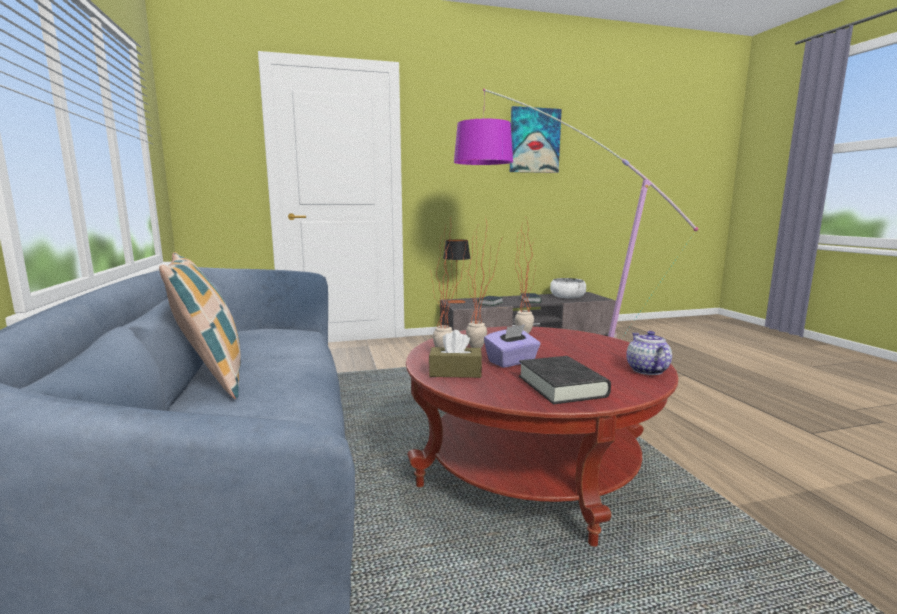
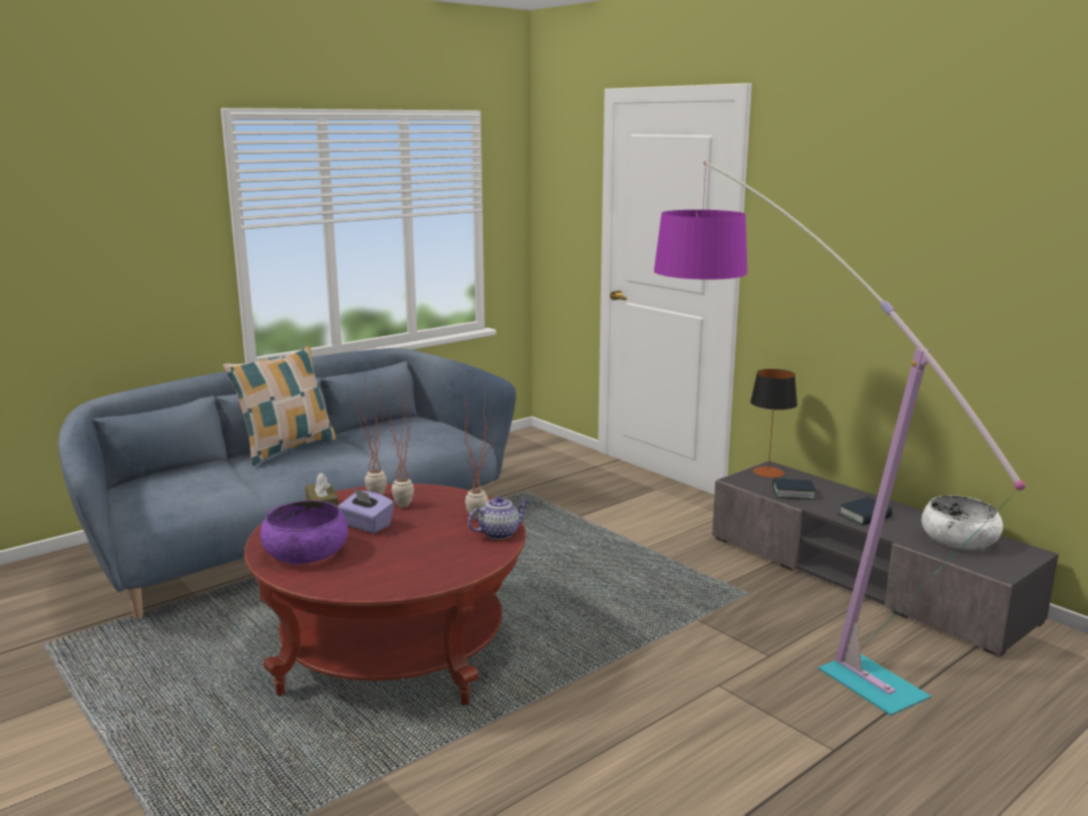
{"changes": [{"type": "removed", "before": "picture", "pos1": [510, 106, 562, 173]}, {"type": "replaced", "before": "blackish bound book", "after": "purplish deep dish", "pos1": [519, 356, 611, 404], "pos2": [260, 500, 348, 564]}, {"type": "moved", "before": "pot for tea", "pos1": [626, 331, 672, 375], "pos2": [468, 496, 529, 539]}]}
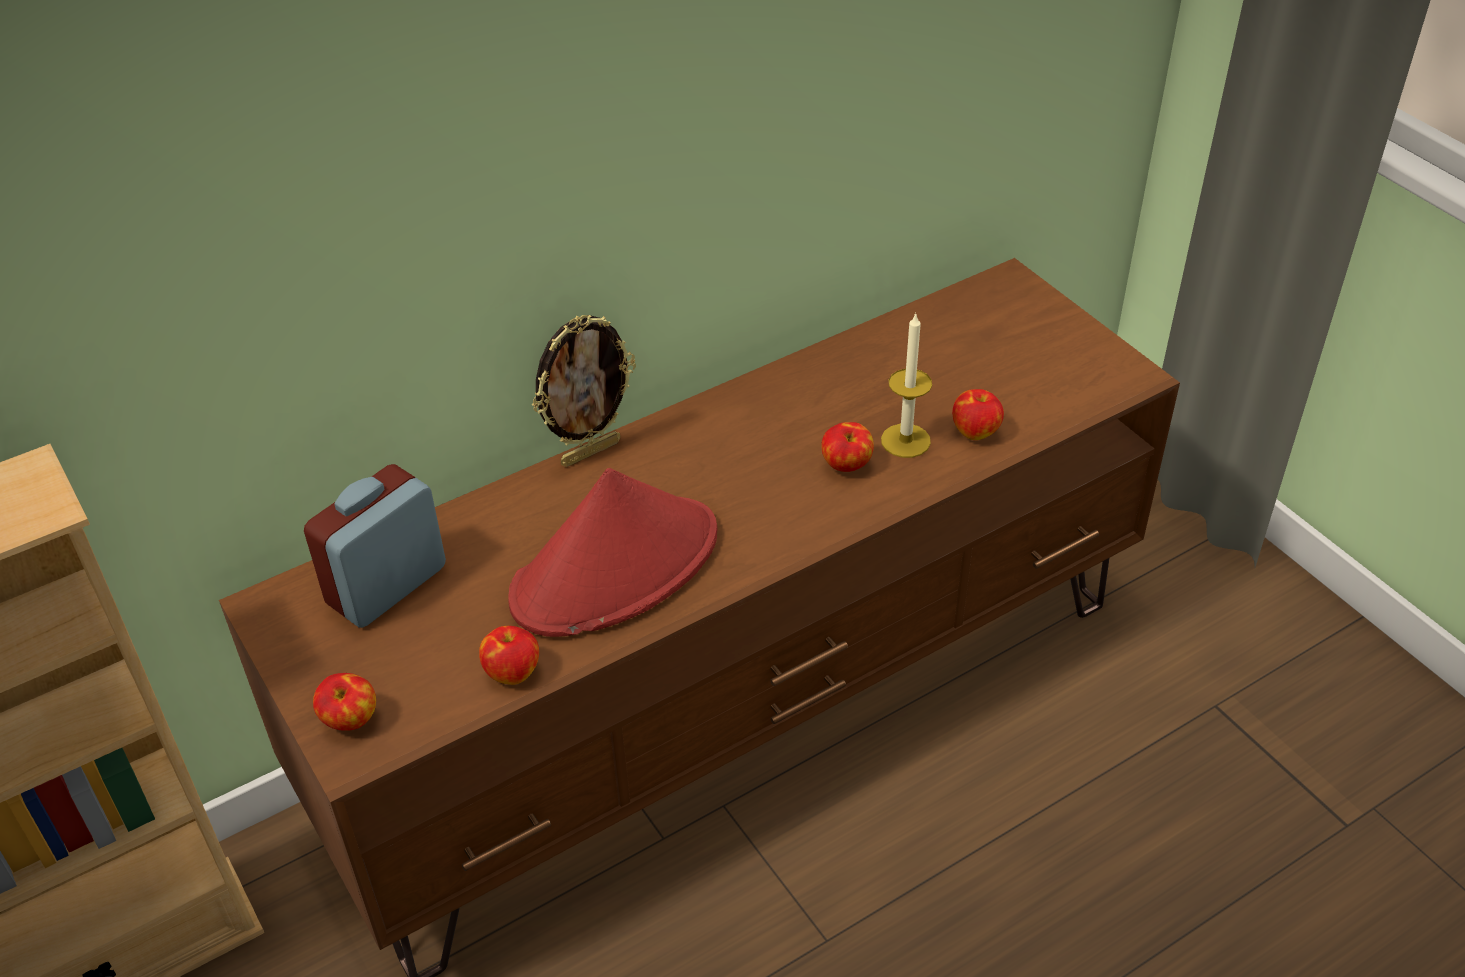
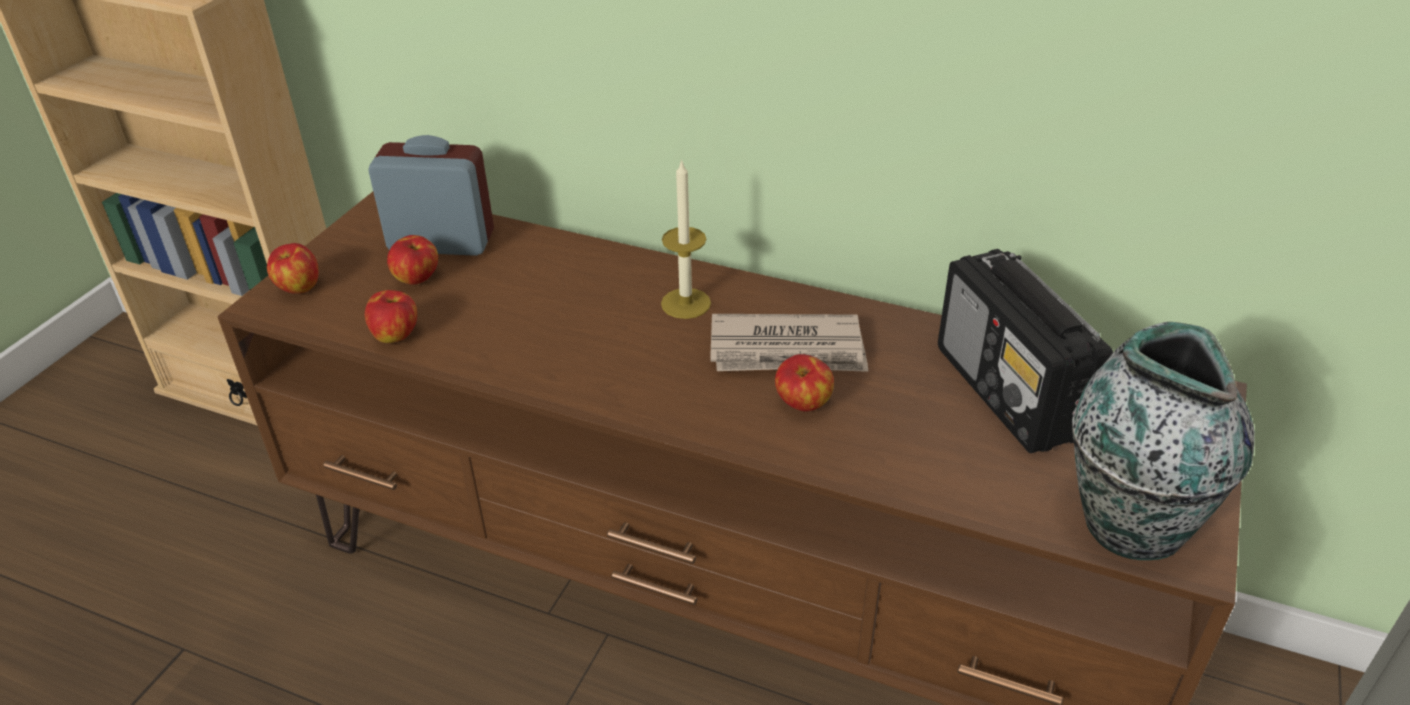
{"changes": [{"type": "removed", "before": "reddish wearable hat", "pos1": [508, 468, 717, 637]}, {"type": "removed", "before": "photo frame", "pos1": [532, 315, 636, 467]}, {"type": "moved", "before": "candle", "pos1": [881, 312, 932, 458], "pos2": [661, 159, 711, 319]}, {"type": "moved", "before": "apple", "pos1": [952, 389, 1004, 440], "pos2": [387, 235, 438, 285]}, {"type": "added", "after": "daily paper", "pos2": [710, 314, 868, 372]}, {"type": "added", "after": "radio", "pos2": [938, 249, 1113, 453]}, {"type": "added", "after": "flower vase", "pos2": [1072, 322, 1255, 560]}]}
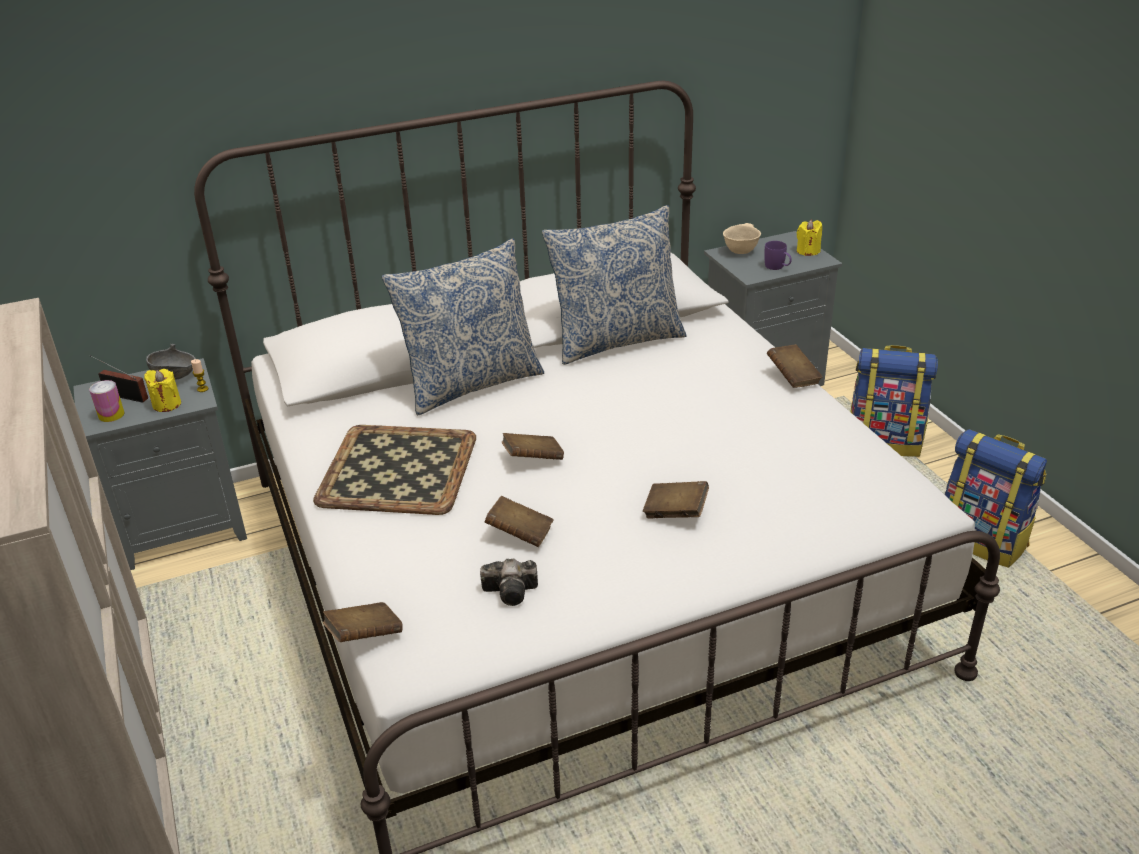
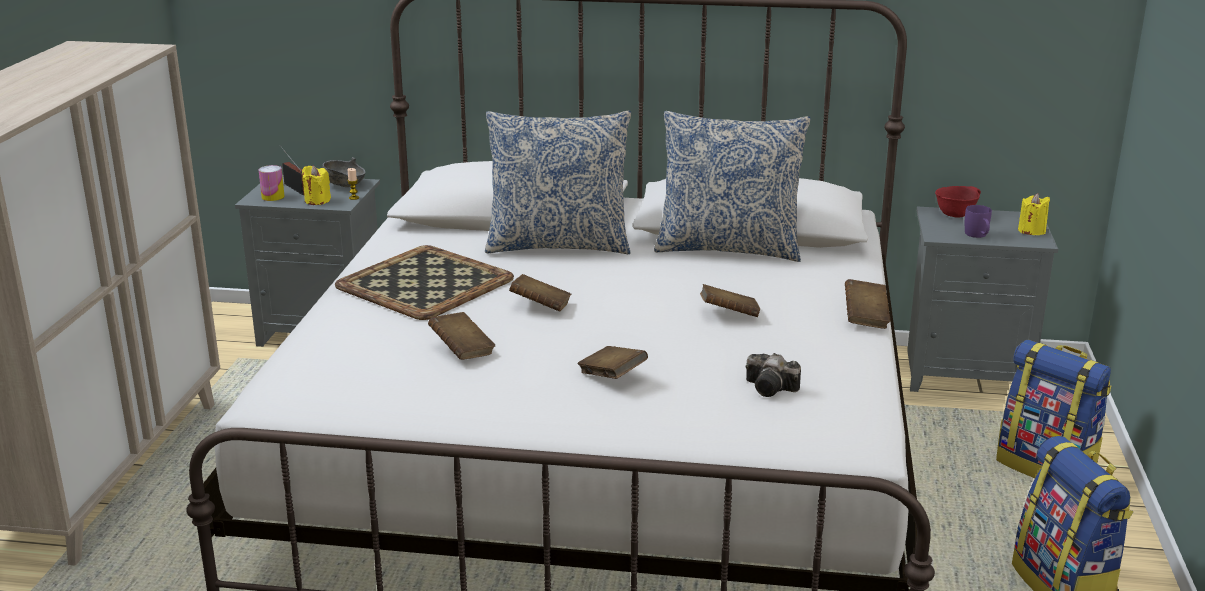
{"changes": [{"type": "moved", "before": "brown bound book", "pos1": [323, 602, 403, 642], "pos2": [700, 284, 760, 317]}, {"type": "moved", "before": "still camera", "pos1": [480, 558, 538, 606], "pos2": [746, 353, 801, 397]}, {"type": "recoloured", "before": "sand-coloured deep dish", "after": "reddish deep dish", "pos1": [723, 223, 761, 254], "pos2": [935, 186, 981, 218]}]}
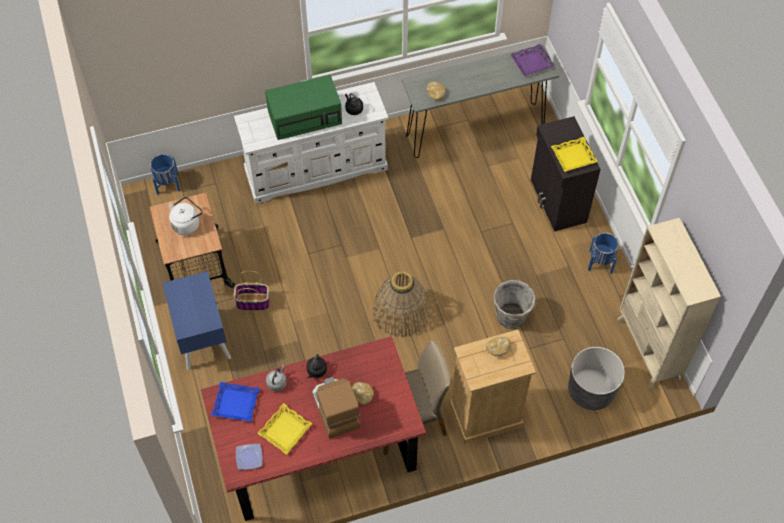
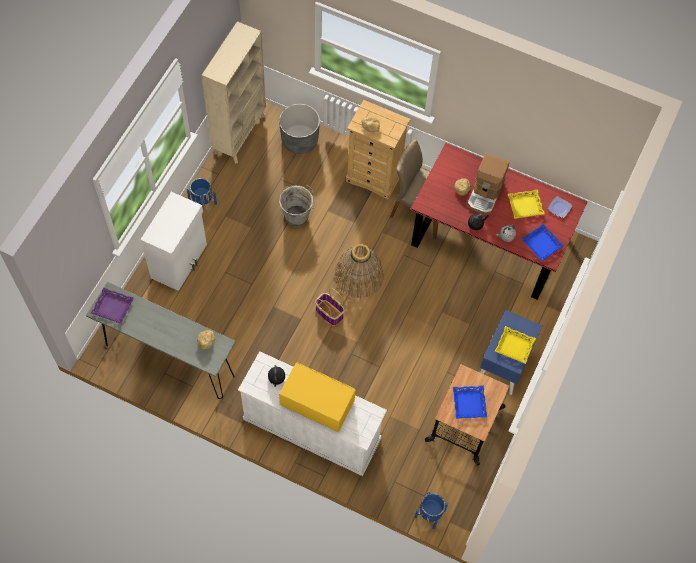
{"changes": [{"type": "replaced", "before": "white-coloured kettle", "after": "blue-coloured tray", "pos1": [169, 197, 203, 235], "pos2": [453, 385, 487, 419]}, {"type": "moved", "before": "storage basket", "pos1": [233, 271, 270, 311], "pos2": [315, 288, 345, 326]}, {"type": "recoloured", "before": "green microwave", "after": "yellow microwave", "pos1": [265, 75, 342, 140], "pos2": [279, 362, 356, 432]}, {"type": "recoloured", "before": "blackish storage cabinet", "after": "white-coloured storage cabinet", "pos1": [531, 116, 601, 232], "pos2": [140, 192, 207, 291]}, {"type": "moved", "before": "yellow tray", "pos1": [551, 137, 598, 172], "pos2": [495, 326, 536, 364]}]}
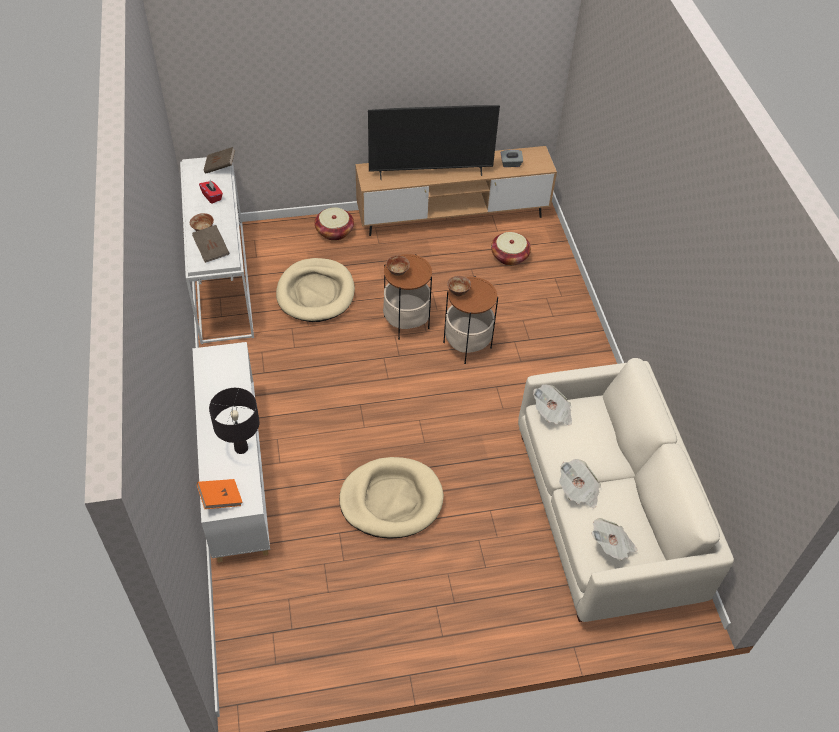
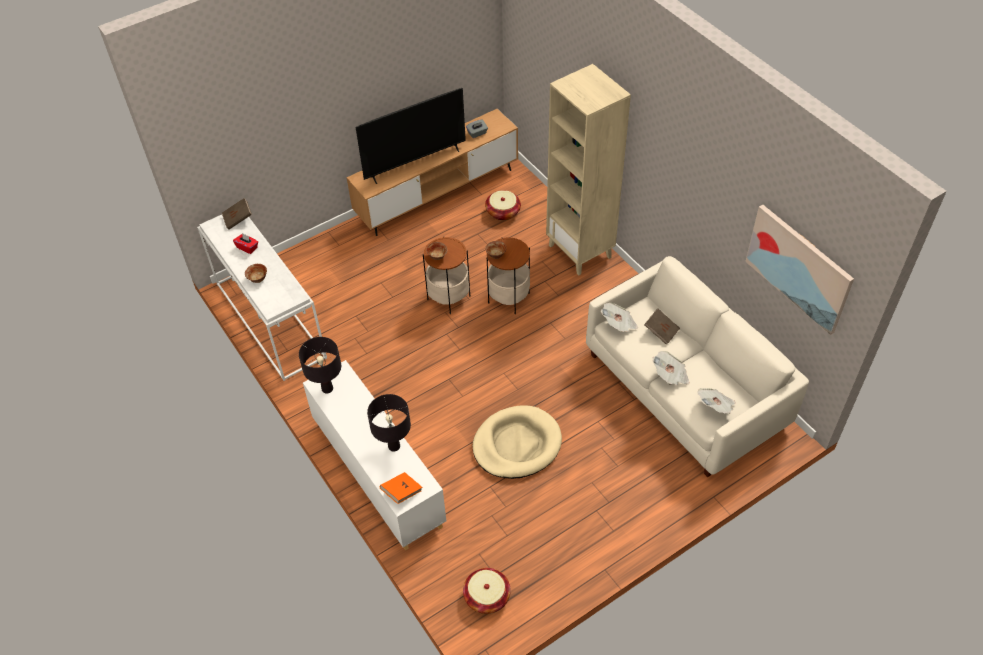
{"changes": [{"type": "moved", "before": "brown bound book", "pos1": [192, 225, 230, 263], "pos2": [644, 309, 680, 345]}, {"type": "removed", "before": "sand-coloured dog cushion", "pos1": [276, 258, 355, 322]}, {"type": "moved", "before": "storage basket", "pos1": [315, 207, 354, 241], "pos2": [463, 568, 511, 614]}, {"type": "added", "after": "blackish tabletop lamp", "pos2": [299, 337, 341, 394]}, {"type": "added", "after": "sand-coloured bookshelf", "pos2": [546, 64, 631, 275]}, {"type": "added", "after": "picture", "pos2": [745, 205, 854, 335]}]}
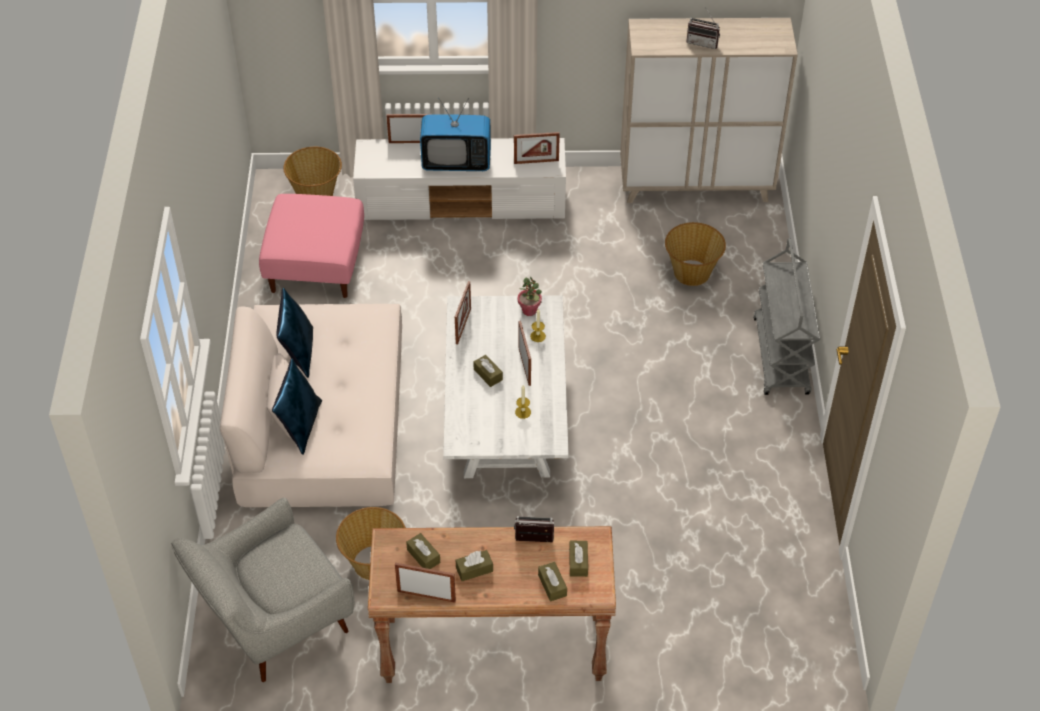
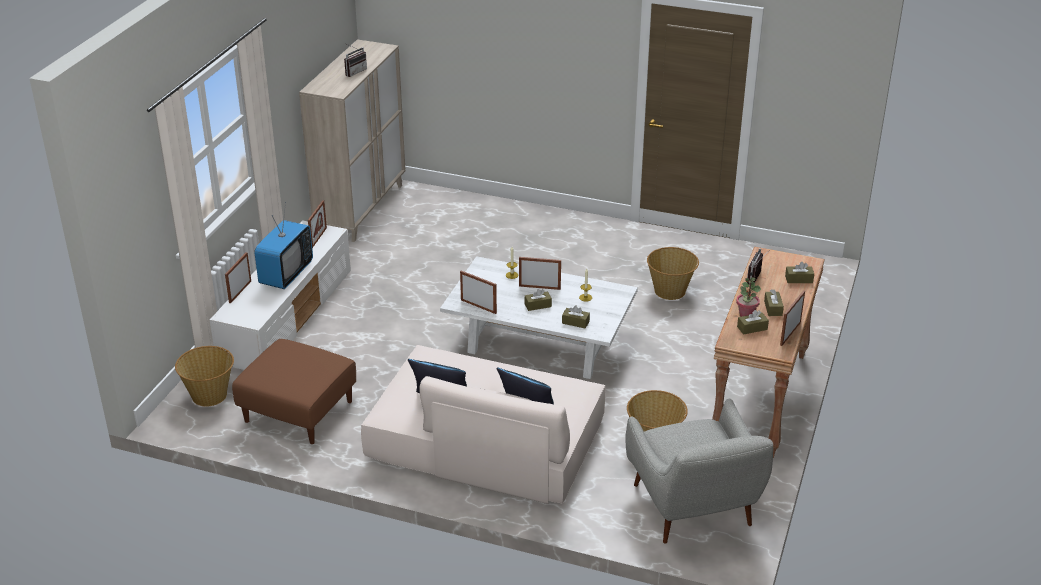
{"changes": [{"type": "recoloured", "before": "pink ottoman", "after": "brown ottoman", "pos1": [259, 194, 364, 298], "pos2": [232, 339, 356, 444]}, {"type": "moved", "before": "houseplant", "pos1": [518, 277, 542, 316], "pos2": [736, 277, 761, 317]}, {"type": "moved", "before": "brown tissue box", "pos1": [569, 541, 588, 577], "pos2": [562, 306, 590, 328]}, {"type": "moved", "before": "storage basket", "pos1": [665, 222, 726, 286], "pos2": [647, 247, 699, 300]}, {"type": "removed", "before": "gray cart", "pos1": [753, 238, 820, 395]}]}
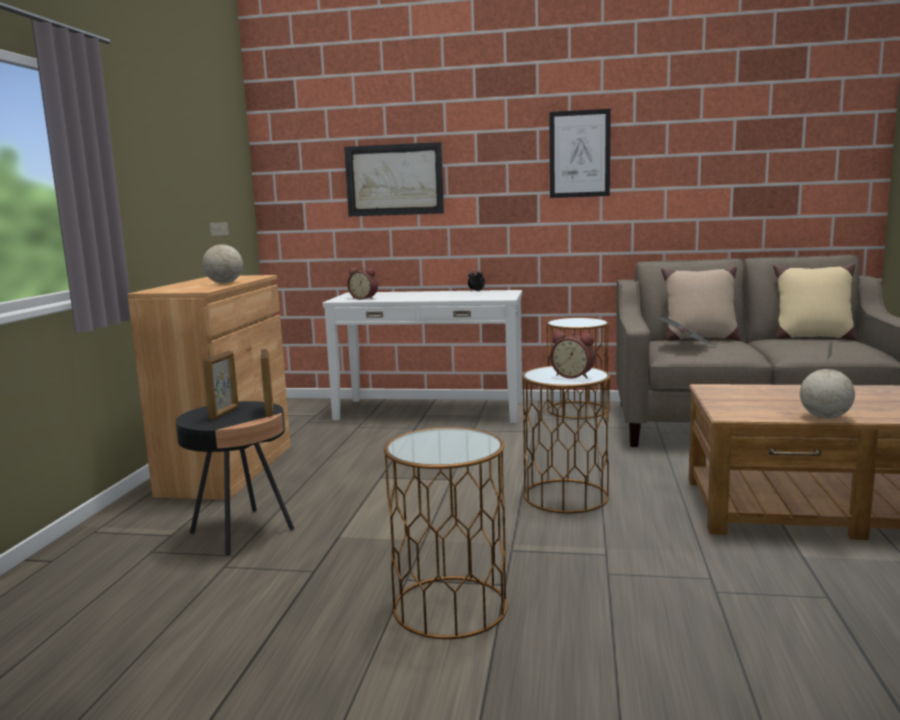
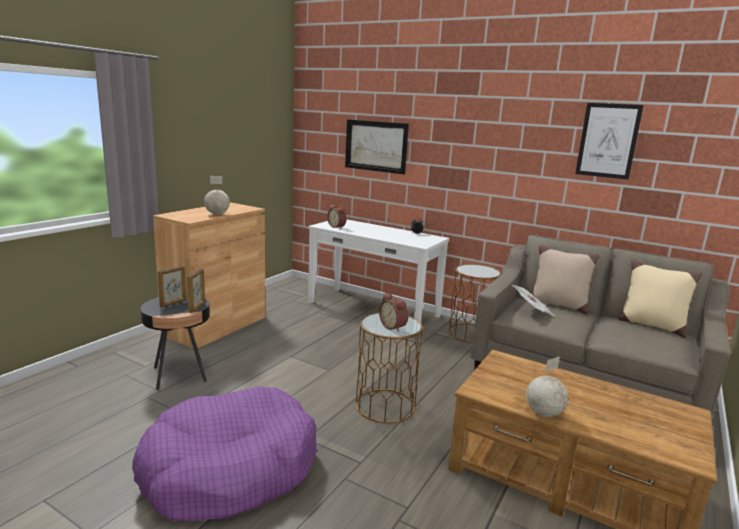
{"changes": [{"type": "replaced", "before": "brown accent table", "after": "purplish dog cushion", "pos1": [384, 427, 508, 639], "pos2": [132, 386, 317, 521]}, {"type": "moved", "before": "picture", "pos1": [550, 109, 611, 198], "pos2": [575, 103, 643, 180]}]}
